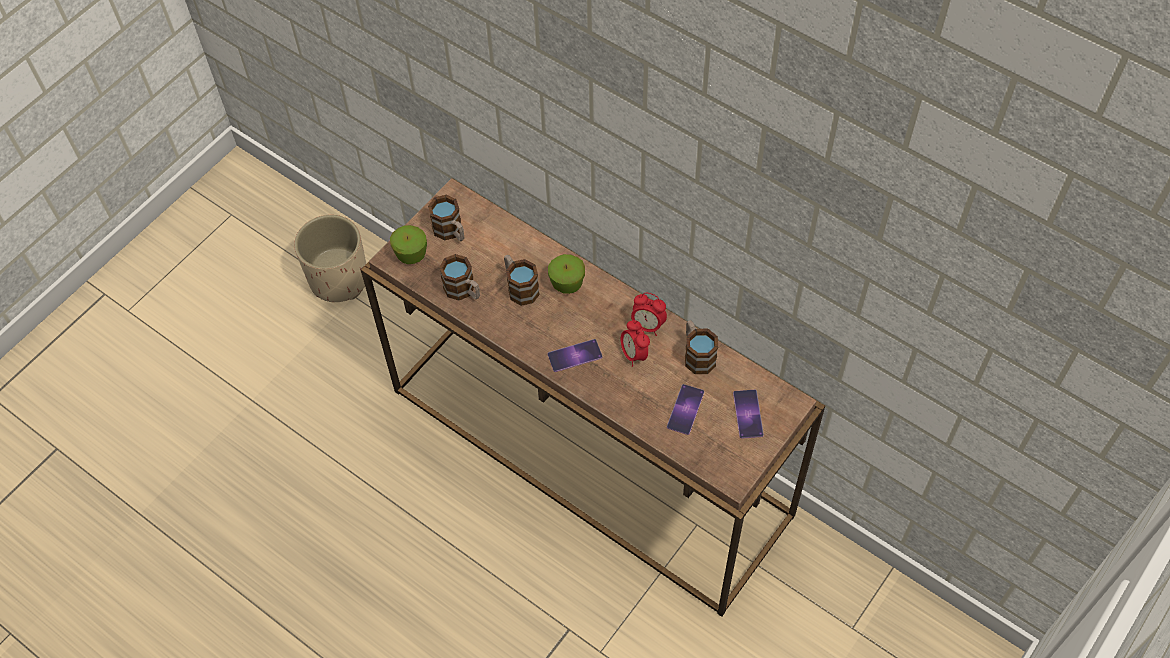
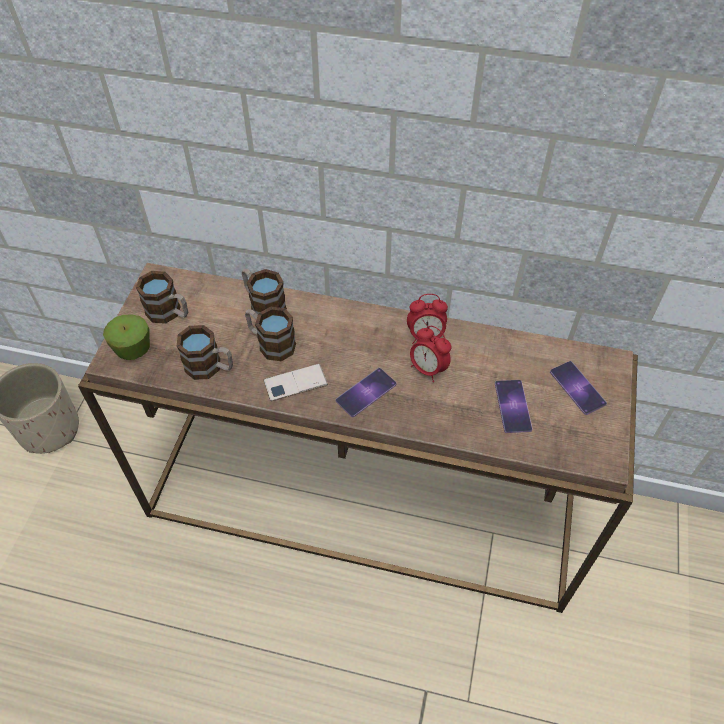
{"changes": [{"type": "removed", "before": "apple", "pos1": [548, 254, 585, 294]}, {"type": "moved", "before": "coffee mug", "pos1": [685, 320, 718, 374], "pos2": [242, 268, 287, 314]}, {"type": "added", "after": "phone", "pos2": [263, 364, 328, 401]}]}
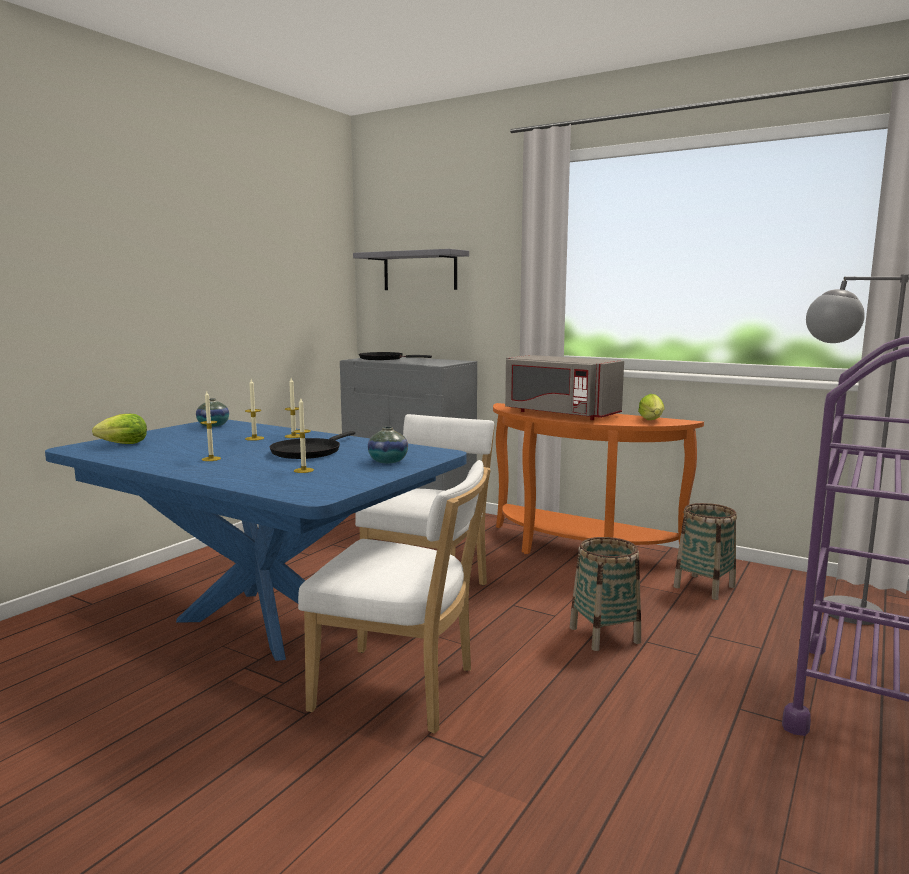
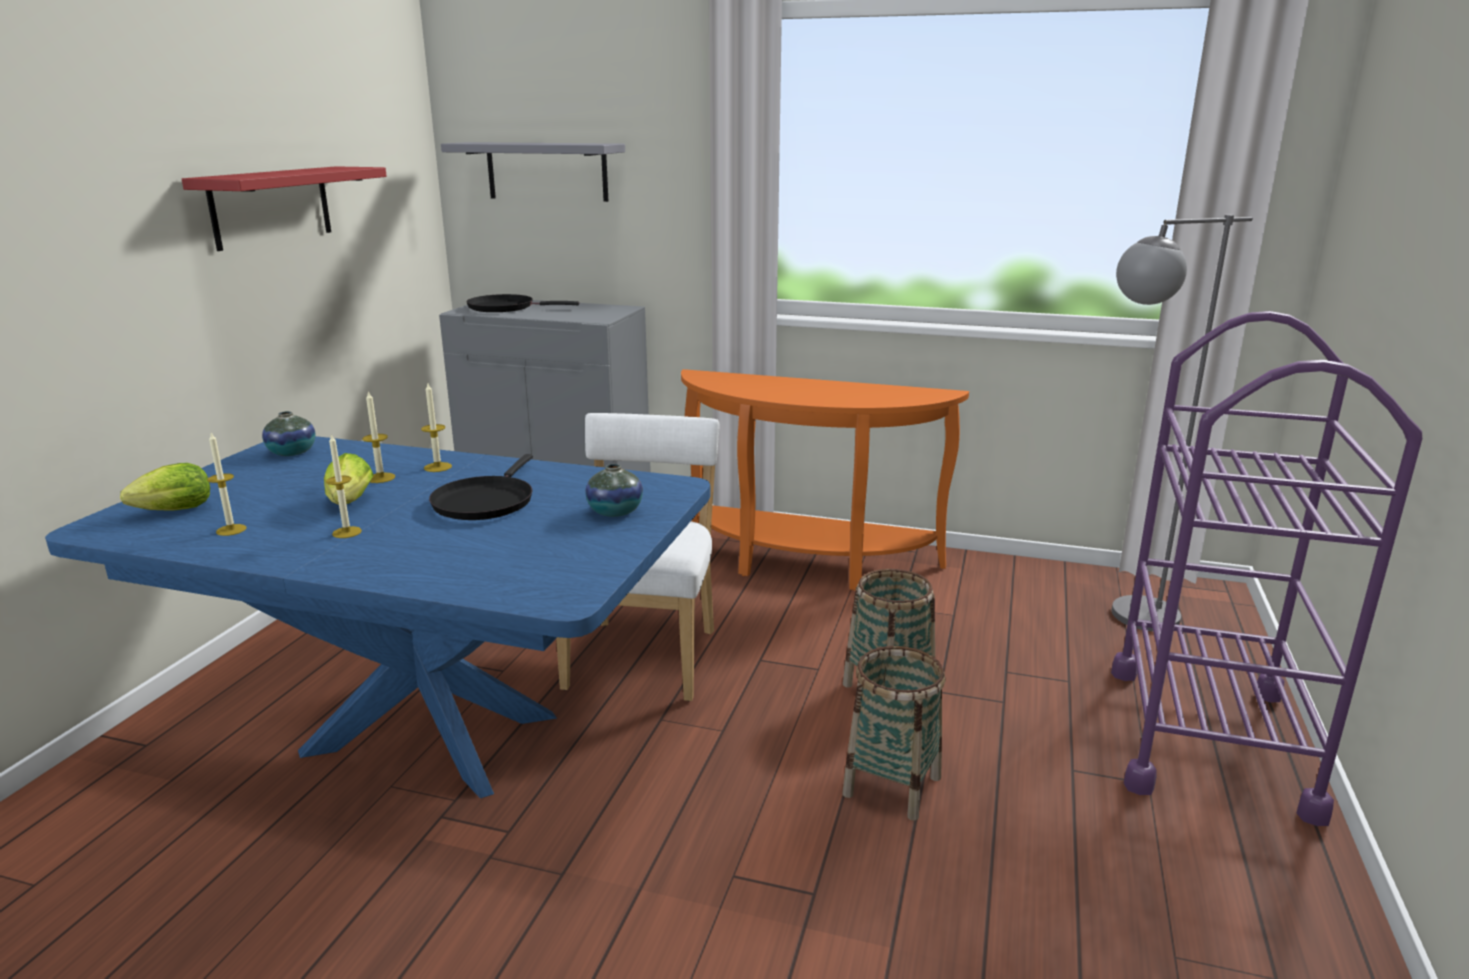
{"changes": [{"type": "moved", "before": "candle", "pos1": [294, 398, 314, 473], "pos2": [207, 433, 246, 536]}, {"type": "removed", "before": "white-coloured chair", "pos1": [298, 460, 491, 734]}, {"type": "removed", "before": "gray microwave", "pos1": [505, 355, 624, 420]}, {"type": "moved", "before": "lettuce", "pos1": [638, 394, 664, 420], "pos2": [324, 453, 373, 505]}, {"type": "moved", "before": "storage basket", "pos1": [673, 503, 737, 600], "pos2": [843, 646, 946, 821]}, {"type": "added", "after": "reddish shelf", "pos2": [182, 166, 387, 251]}]}
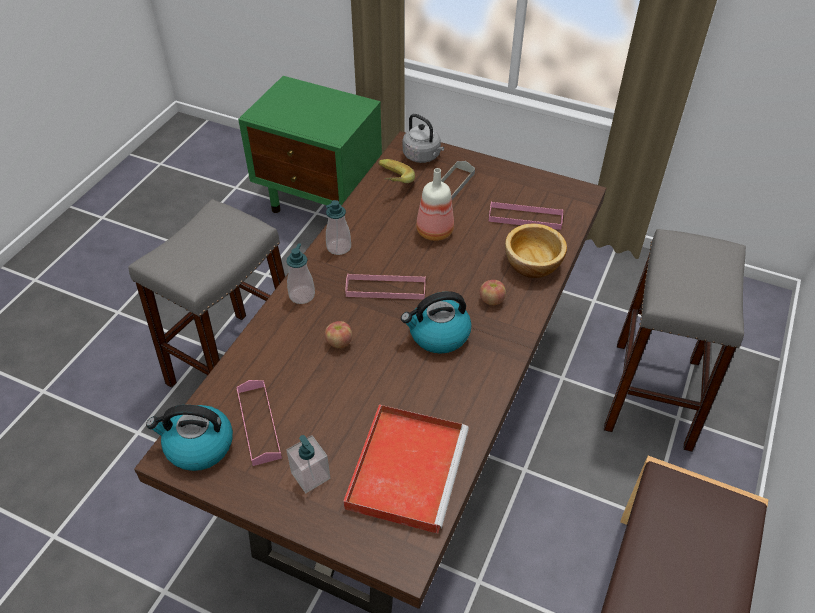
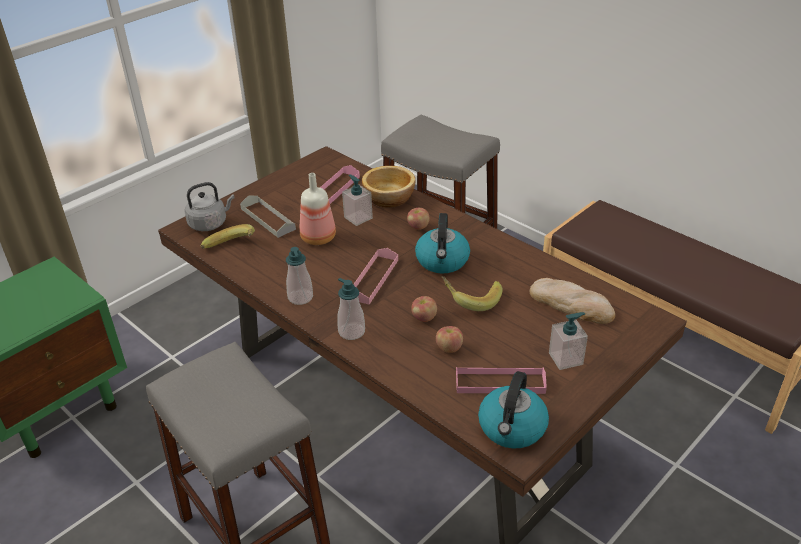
{"changes": [{"type": "replaced", "before": "reddish tray", "after": "baked bread", "pos1": [343, 404, 469, 534], "pos2": [530, 278, 615, 324]}, {"type": "added", "after": "soap dispenser", "pos2": [342, 175, 373, 226]}, {"type": "added", "after": "apple", "pos2": [436, 326, 463, 353]}, {"type": "added", "after": "banana fruit", "pos2": [442, 276, 503, 311]}]}
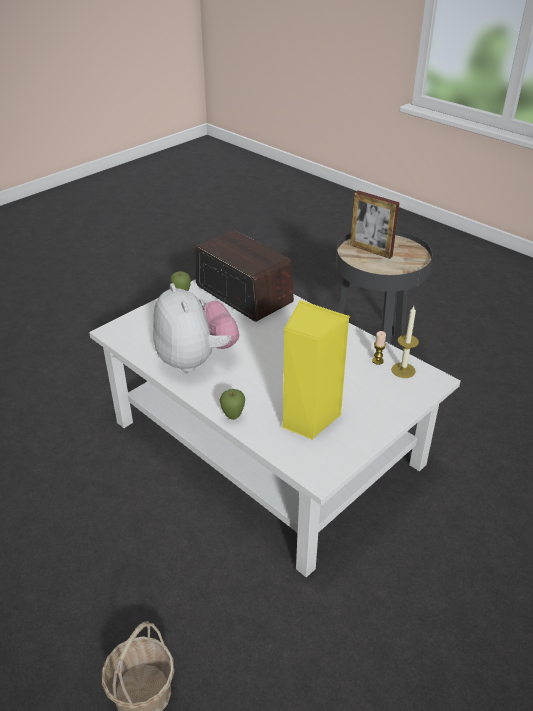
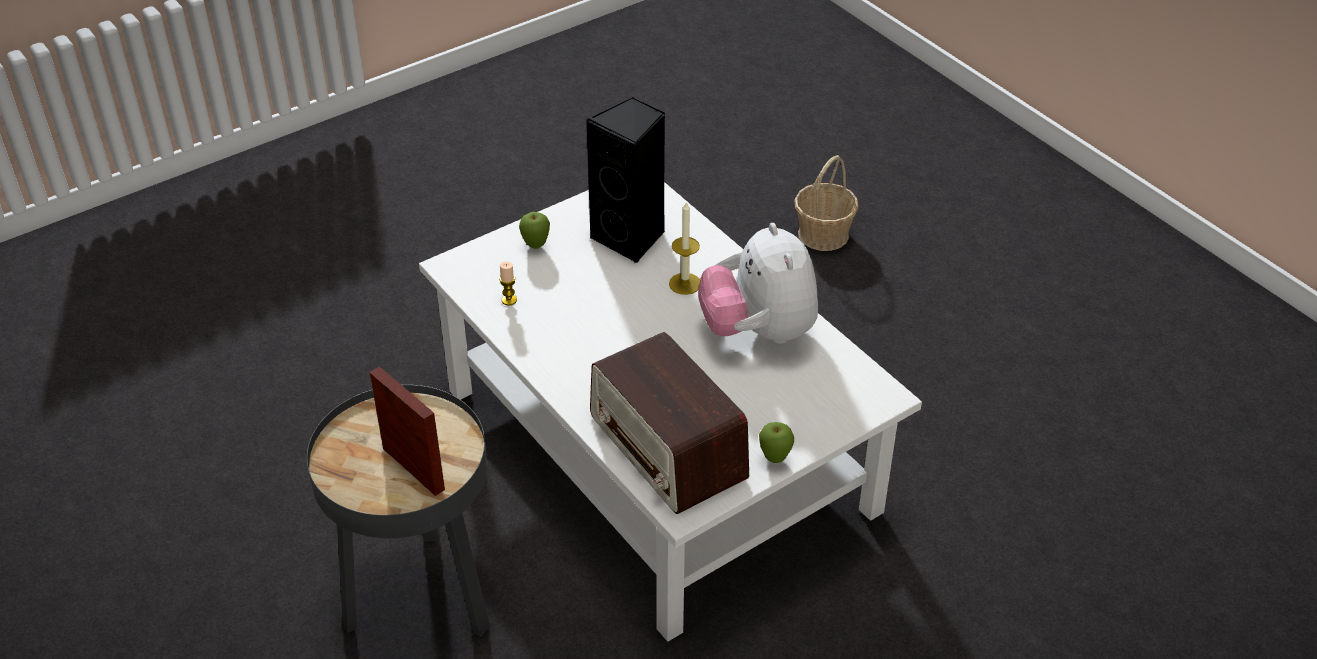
{"changes": [{"type": "moved", "before": "apple", "pos1": [219, 389, 245, 420], "pos2": [519, 212, 550, 249]}, {"type": "recoloured", "before": "yellow audio speaker", "after": "blackish audio speaker", "pos1": [282, 300, 350, 440], "pos2": [585, 97, 665, 263]}, {"type": "moved", "before": "candle", "pos1": [391, 306, 419, 378], "pos2": [669, 201, 700, 295]}]}
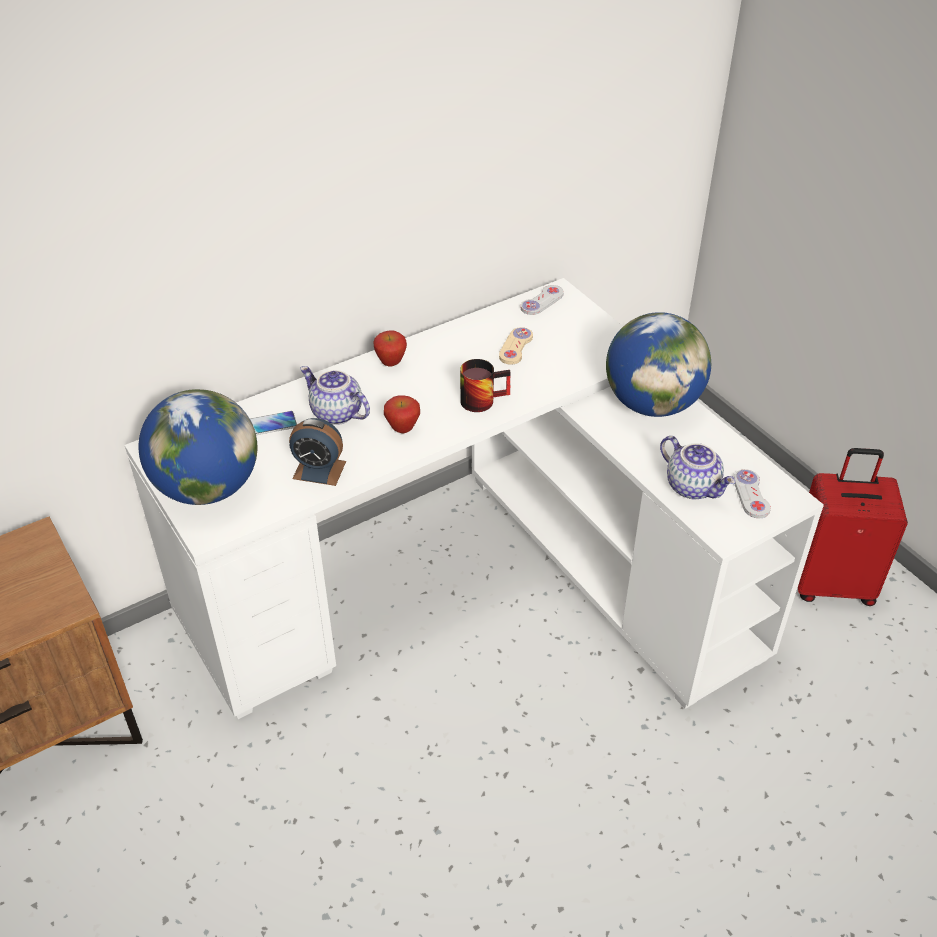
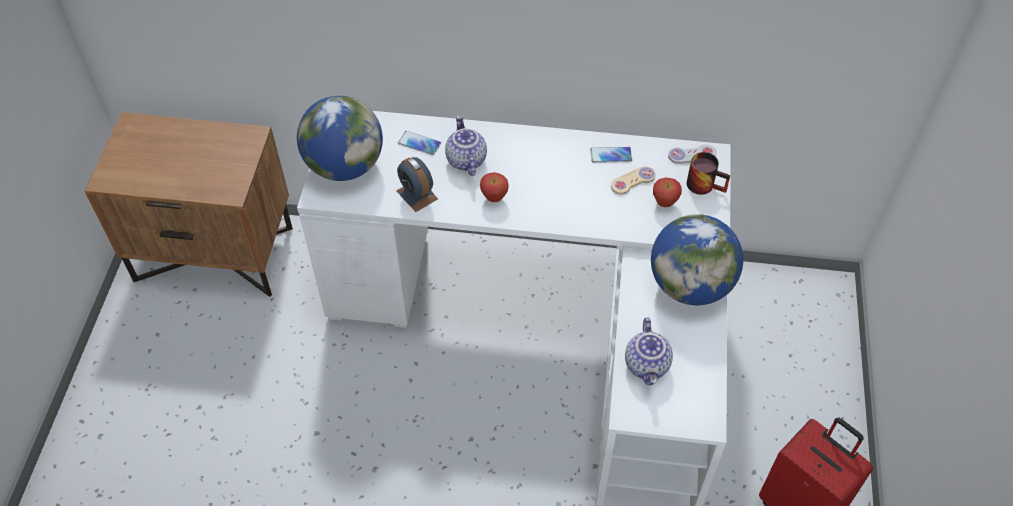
{"changes": [{"type": "moved", "before": "apple", "pos1": [373, 330, 407, 366], "pos2": [653, 178, 682, 207]}, {"type": "moved", "before": "coffee mug", "pos1": [460, 359, 511, 412], "pos2": [687, 152, 731, 195]}, {"type": "removed", "before": "white-coloured gamepad", "pos1": [734, 469, 771, 518]}, {"type": "added", "after": "phone", "pos2": [590, 147, 632, 163]}]}
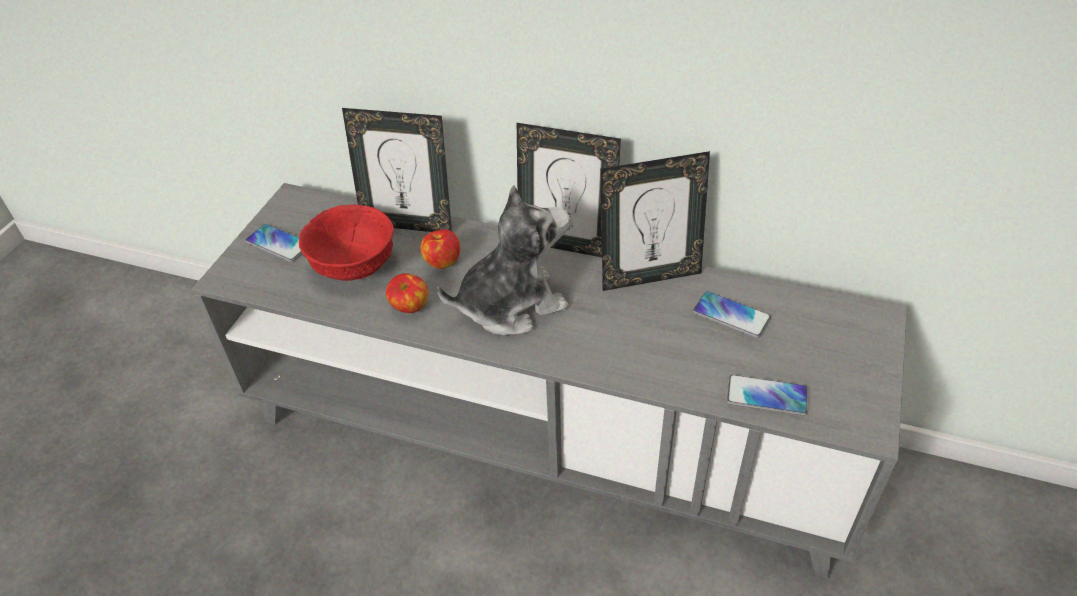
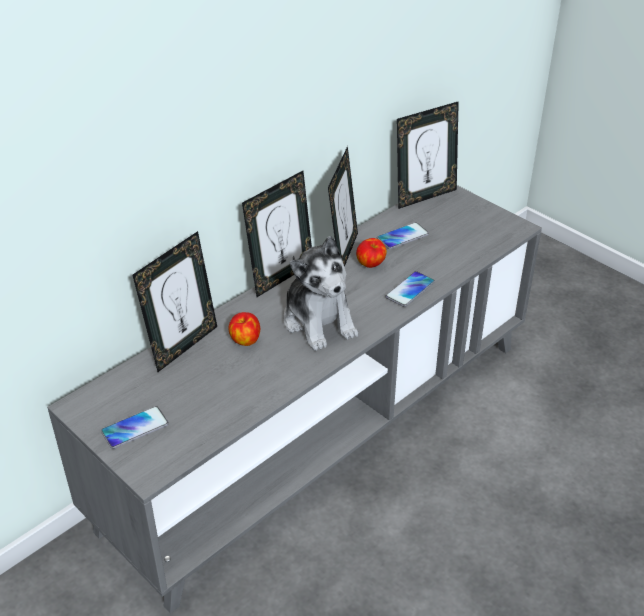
{"changes": [{"type": "removed", "before": "reddish deep dish", "pos1": [299, 204, 394, 281]}, {"type": "moved", "before": "apple", "pos1": [386, 273, 428, 313], "pos2": [356, 238, 387, 268]}, {"type": "turned", "before": "soft toy", "pos1": [437, 185, 570, 335], "pos2": [283, 236, 358, 351], "turn": 150}, {"type": "moved", "before": "phone", "pos1": [727, 374, 808, 416], "pos2": [385, 271, 435, 307]}, {"type": "added", "after": "photo frame", "pos2": [397, 101, 459, 209]}]}
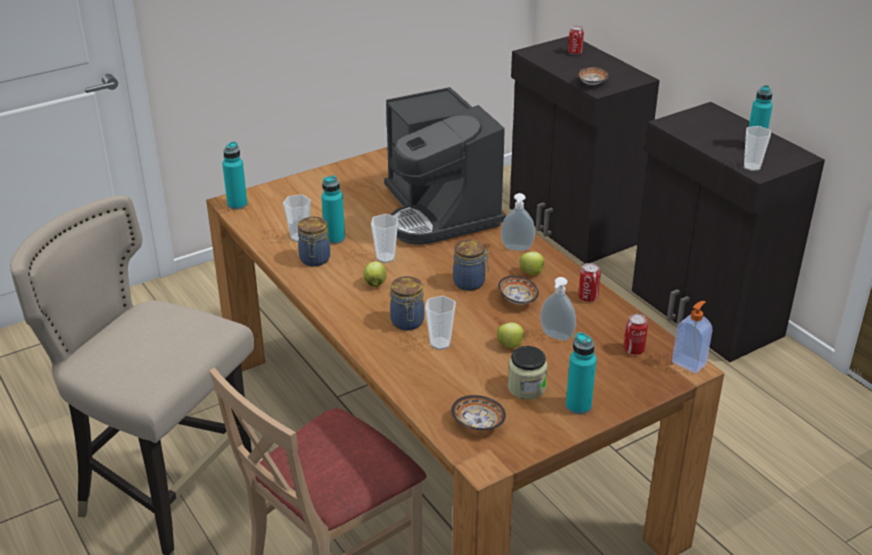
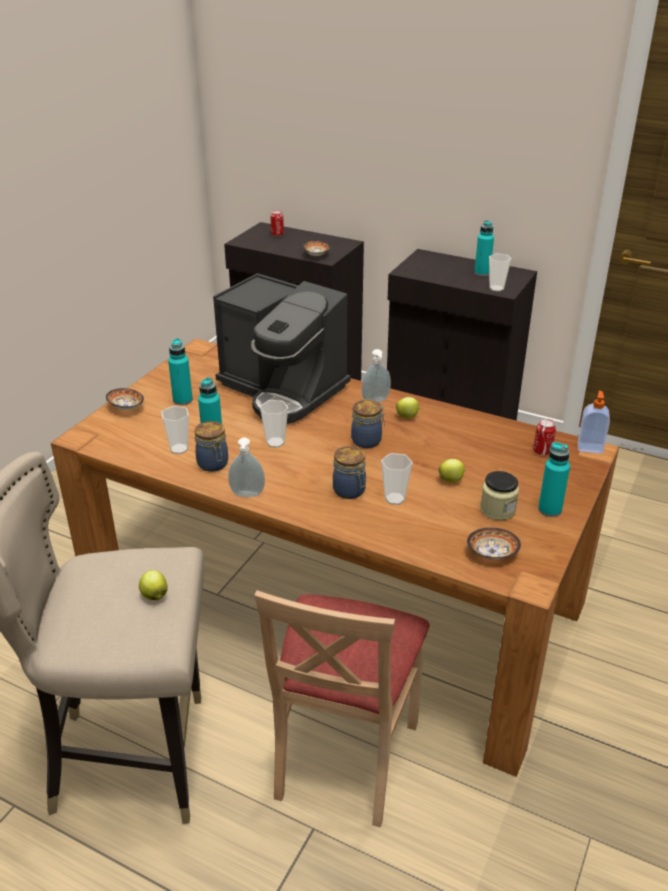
{"changes": [{"type": "moved", "before": "turquoise-coloured bottle", "pos1": [222, 142, 247, 210], "pos2": [168, 338, 193, 405]}, {"type": "moved", "before": "apple", "pos1": [363, 261, 387, 287], "pos2": [139, 570, 168, 600]}, {"type": "moved", "before": "deep dish", "pos1": [498, 276, 539, 305], "pos2": [106, 388, 144, 410]}, {"type": "moved", "before": "soap dispenser", "pos1": [540, 277, 576, 341], "pos2": [228, 438, 265, 497]}, {"type": "removed", "before": "can", "pos1": [578, 263, 601, 302]}]}
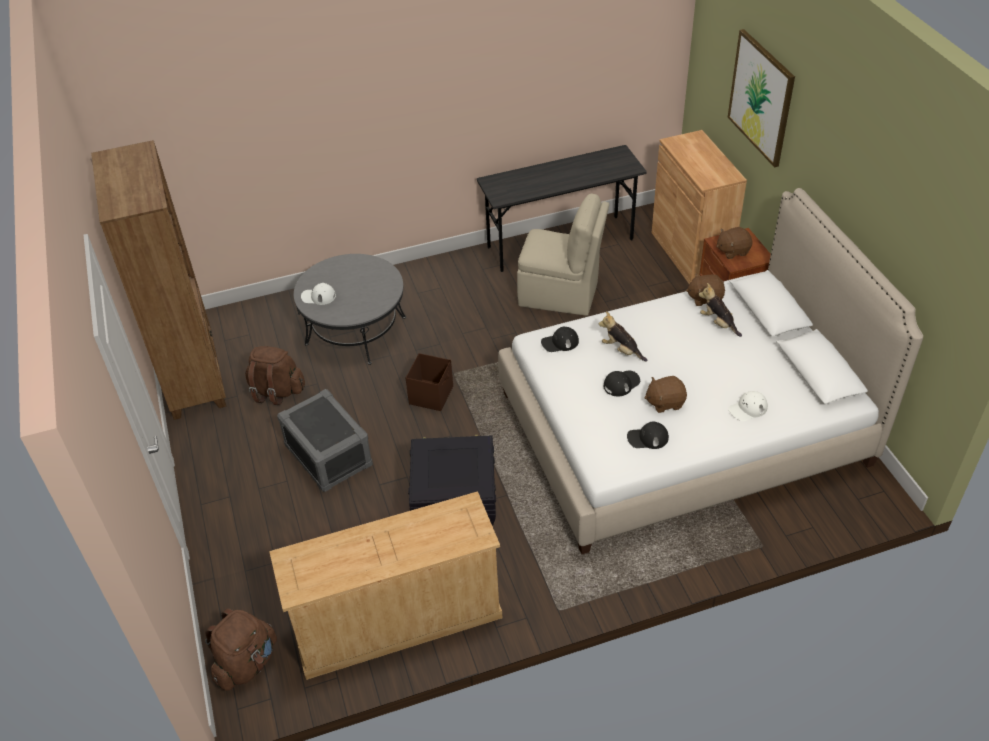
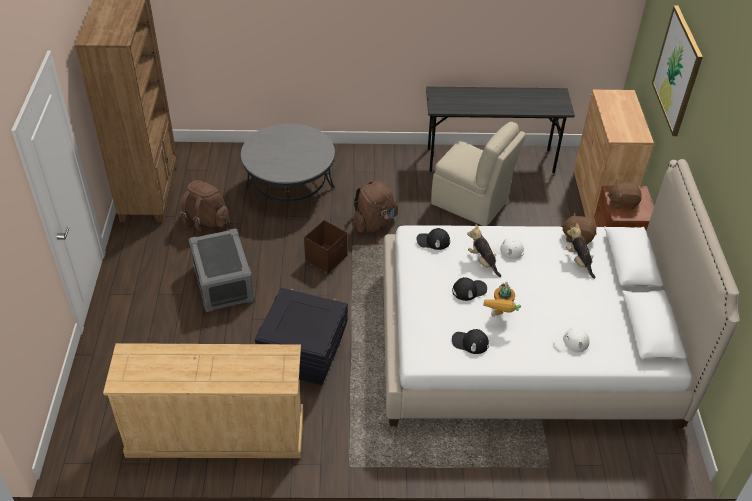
{"changes": [{"type": "moved", "before": "brown rucksack", "pos1": [205, 608, 277, 691], "pos2": [352, 181, 398, 233]}, {"type": "moved", "before": "white-coloured cap", "pos1": [301, 283, 336, 305], "pos2": [491, 238, 524, 259]}, {"type": "replaced", "before": "brown soft toy", "after": "toy robot", "pos1": [644, 376, 687, 413], "pos2": [483, 282, 521, 317]}]}
